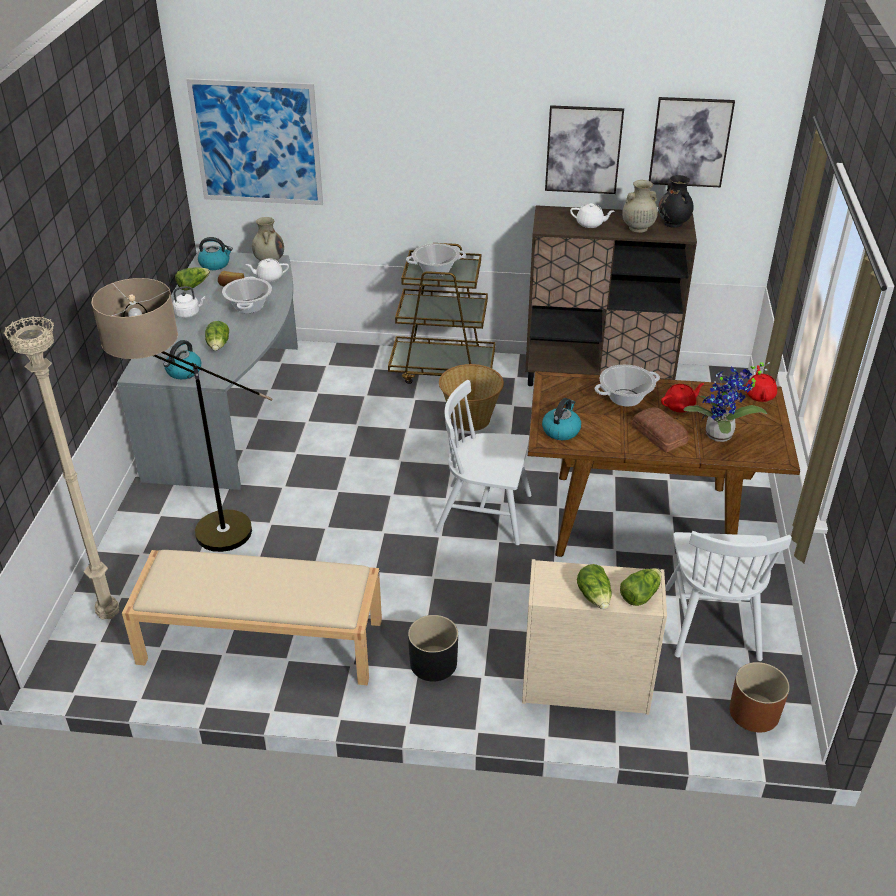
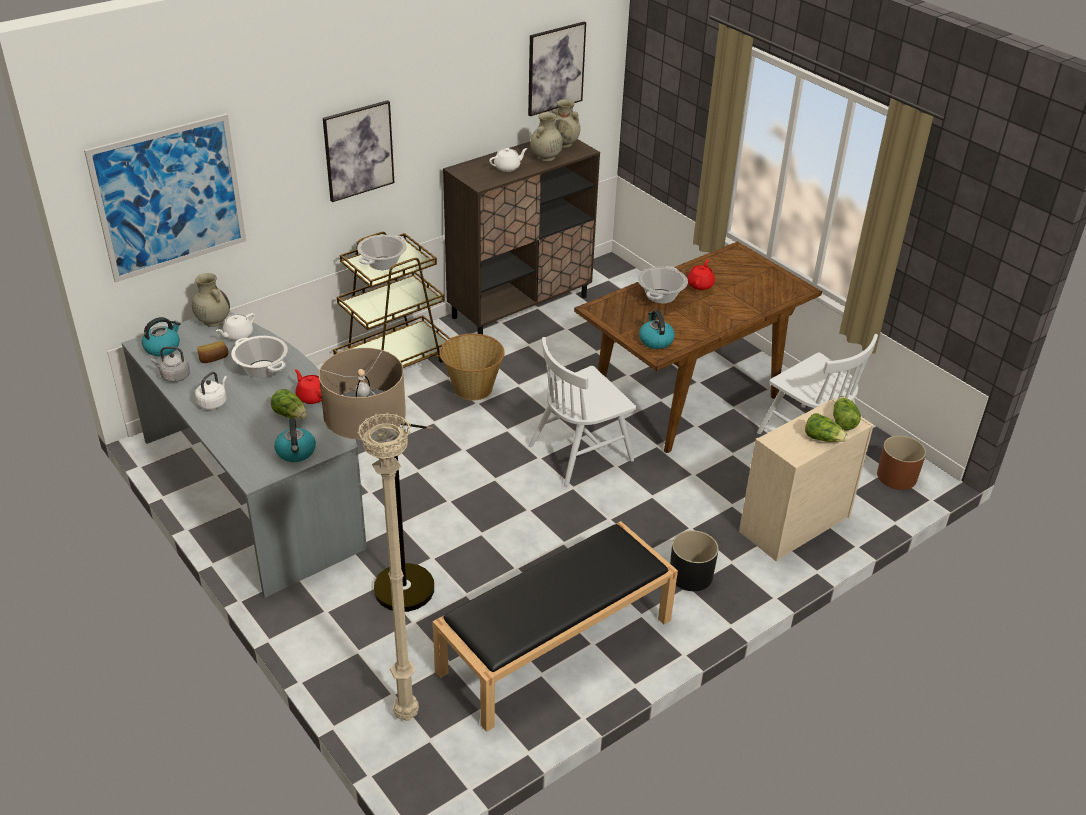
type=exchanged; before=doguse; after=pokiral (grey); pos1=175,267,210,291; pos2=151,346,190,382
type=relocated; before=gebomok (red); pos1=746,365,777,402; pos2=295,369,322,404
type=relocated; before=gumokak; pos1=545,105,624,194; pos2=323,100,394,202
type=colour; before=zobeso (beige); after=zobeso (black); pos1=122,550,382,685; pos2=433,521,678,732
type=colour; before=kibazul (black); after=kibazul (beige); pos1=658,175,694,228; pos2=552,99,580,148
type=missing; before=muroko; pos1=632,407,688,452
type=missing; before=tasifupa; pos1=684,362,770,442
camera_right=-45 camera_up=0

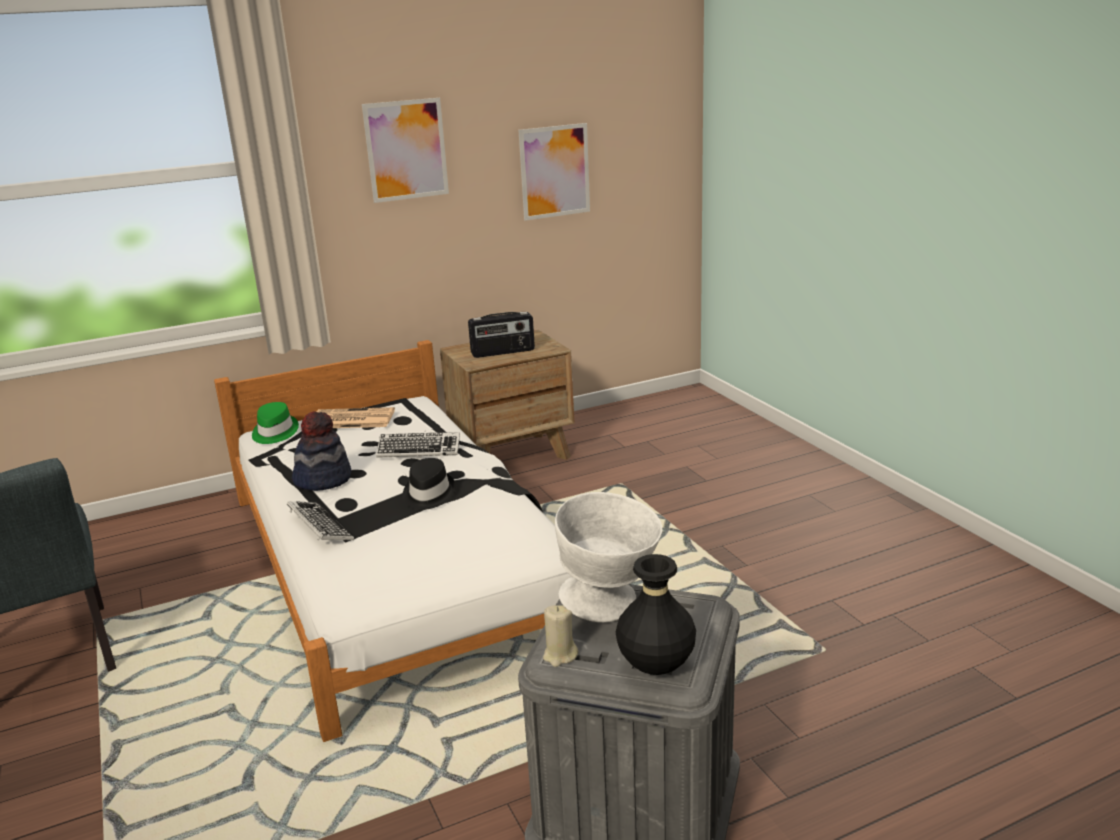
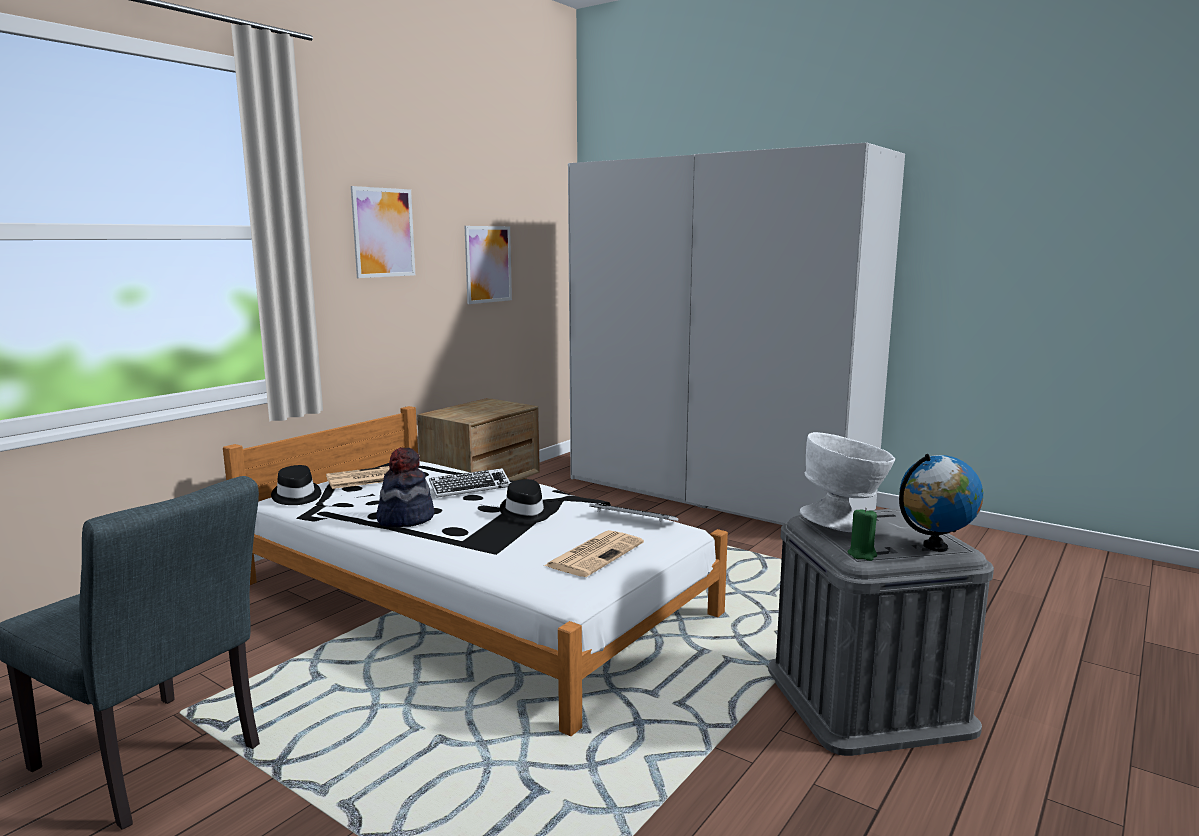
type=colour; before=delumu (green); after=delumu (black); pos1=252,402,299,444; pos2=271,465,321,505
type=appeared; after=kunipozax; pos2=544,530,644,577
type=appeared; after=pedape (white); pos2=568,142,905,525
type=relocated; before=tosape; pos1=287,501,354,540; pos2=589,503,679,522
type=colour; before=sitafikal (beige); after=sitafikal (green); pos1=543,605,578,667; pos2=847,508,877,561
type=exchanged; before=kibazul (black); after=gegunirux; pos1=616,554,696,675; pos2=899,454,983,552
type=missing; before=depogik; pos1=468,312,535,358
camera_right=-30 camera_up=-10

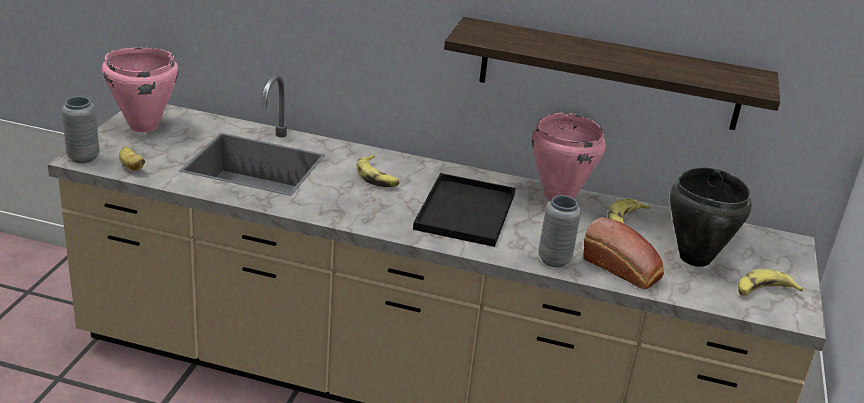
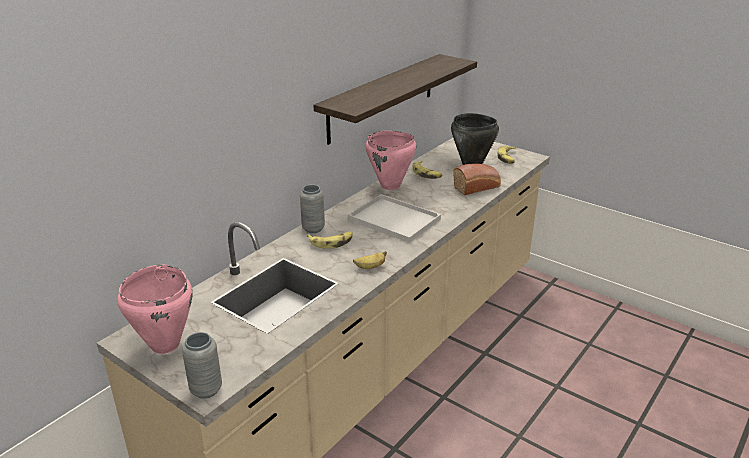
type=relocated; before=kibazul (grey); pos1=538,195,581,267; pos2=300,185,325,233
type=colour; before=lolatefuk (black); after=lolatefuk (white); pos1=413,173,516,247; pos2=348,194,441,243
type=relocated; before=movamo; pos1=119,146,145,171; pos2=353,251,387,269
camera_right=-65 camera_up=0

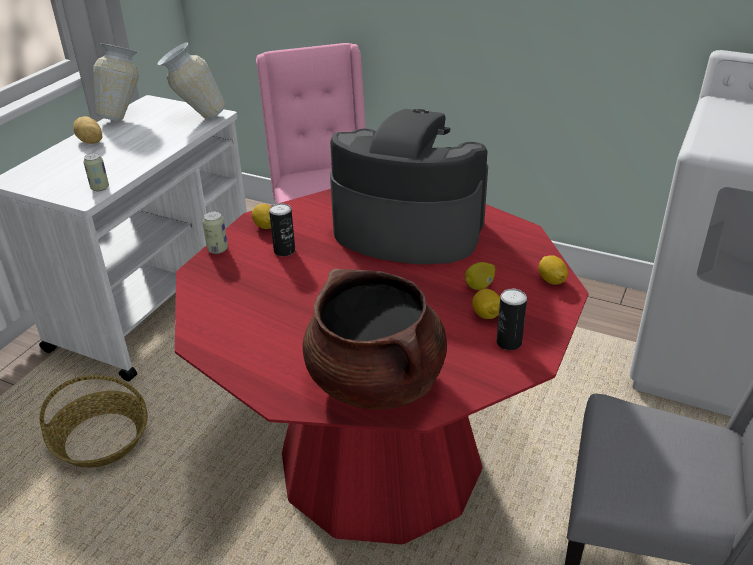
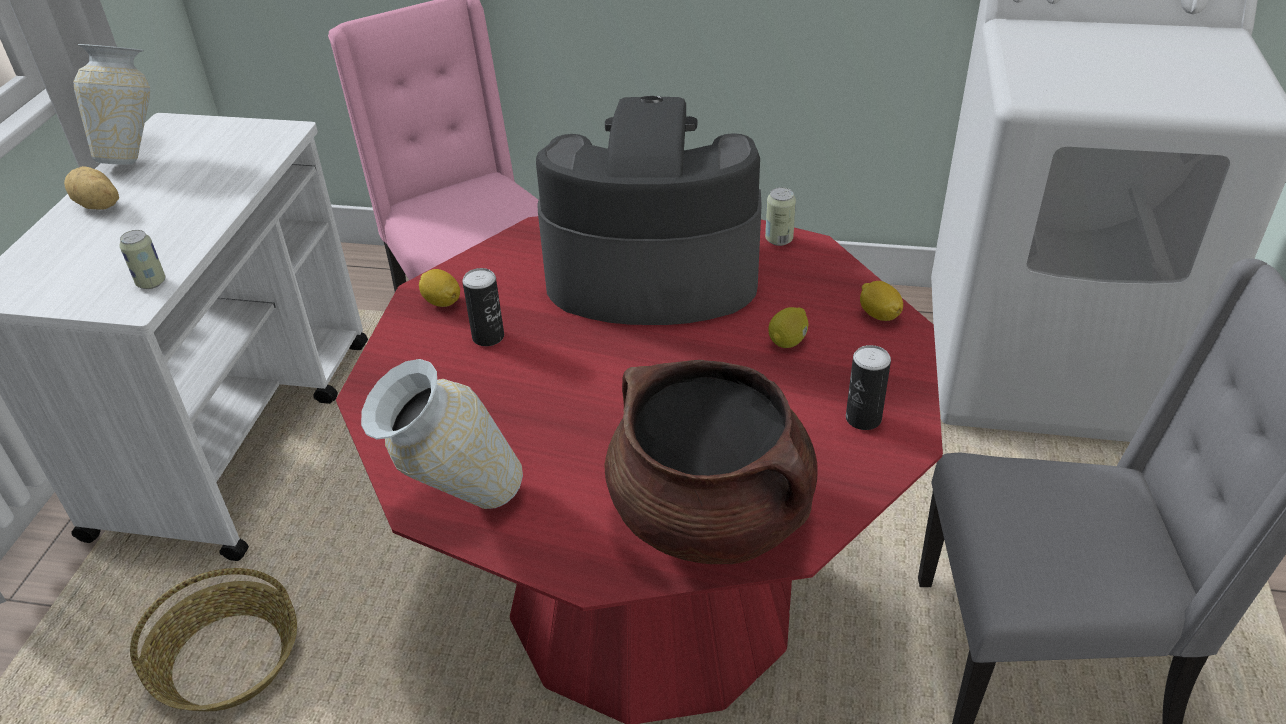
type=relocated; before=kibazul; pos1=157,43,225,119; pos2=361,359,523,509
type=relocated; before=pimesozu; pos1=202,211,228,254; pos2=765,187,796,246
type=missing; before=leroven; pos1=472,289,500,319
camera_right=-15 camera_up=5

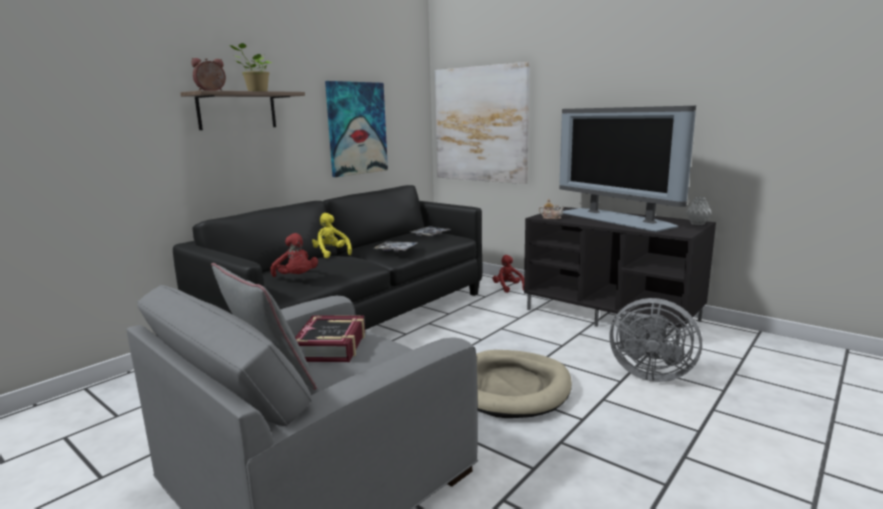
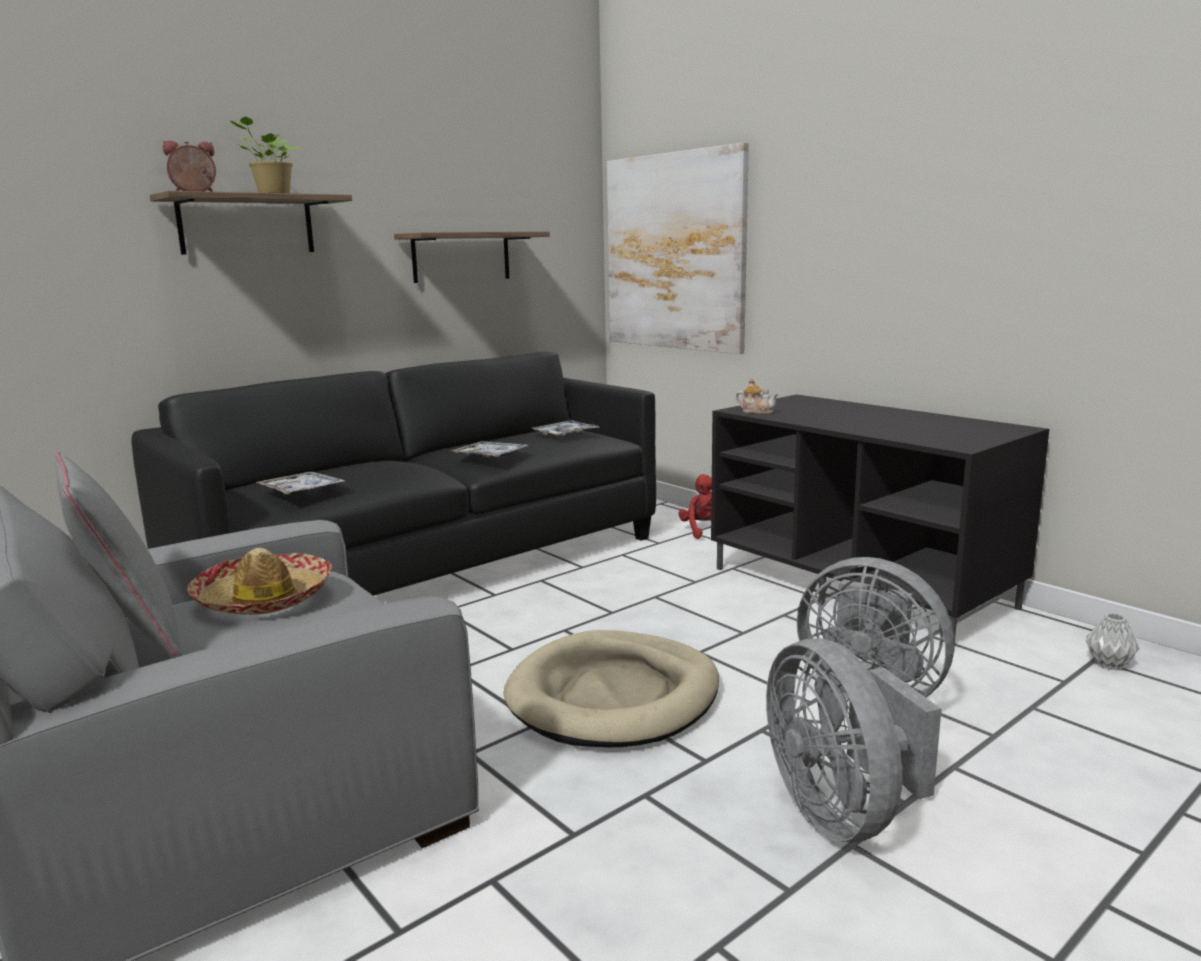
type=exchanged; before=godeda; after=delumu; pos1=295,315,365,362; pos2=187,548,332,615
type=exchanged; before=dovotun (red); after=lolatefuk; pos1=270,233,318,277; pos2=255,472,345,495
type=exchanged; before=gumokak; after=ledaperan; pos1=325,81,388,177; pos2=394,232,550,283
type=appeared; after=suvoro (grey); pos2=766,638,941,842
type=relocated; before=kibazul (grey); pos1=686,197,712,225; pos2=1086,613,1139,670
type=missing; before=dovotun (yellow); pos1=312,213,352,258
type=missing; before=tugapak; pos1=559,106,696,232
camera_right=10 camera_up=0

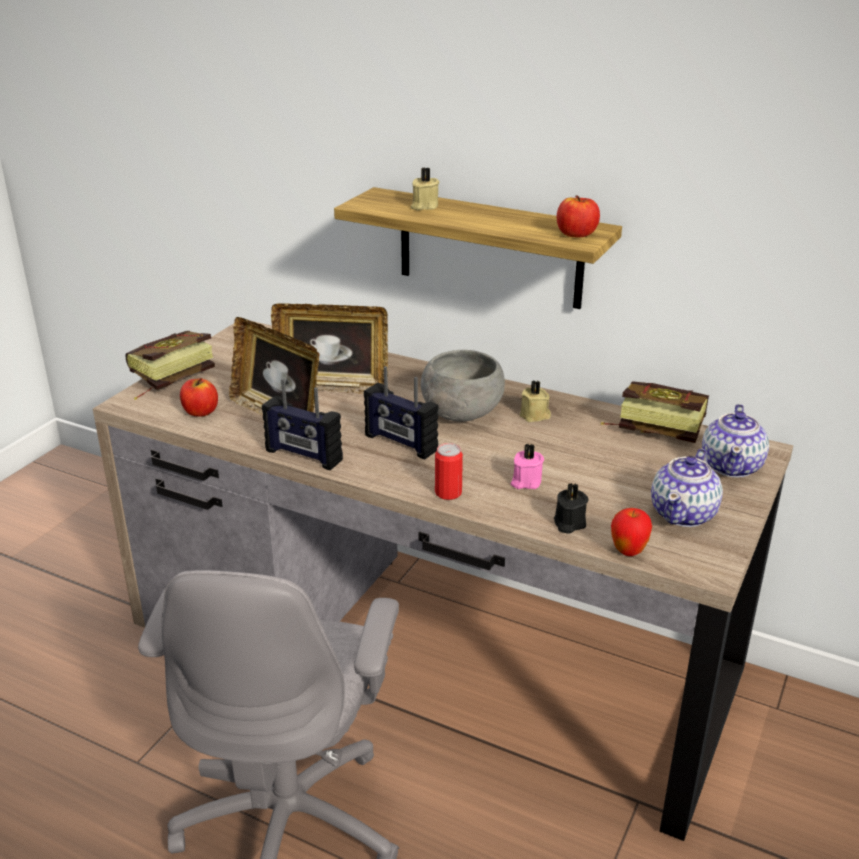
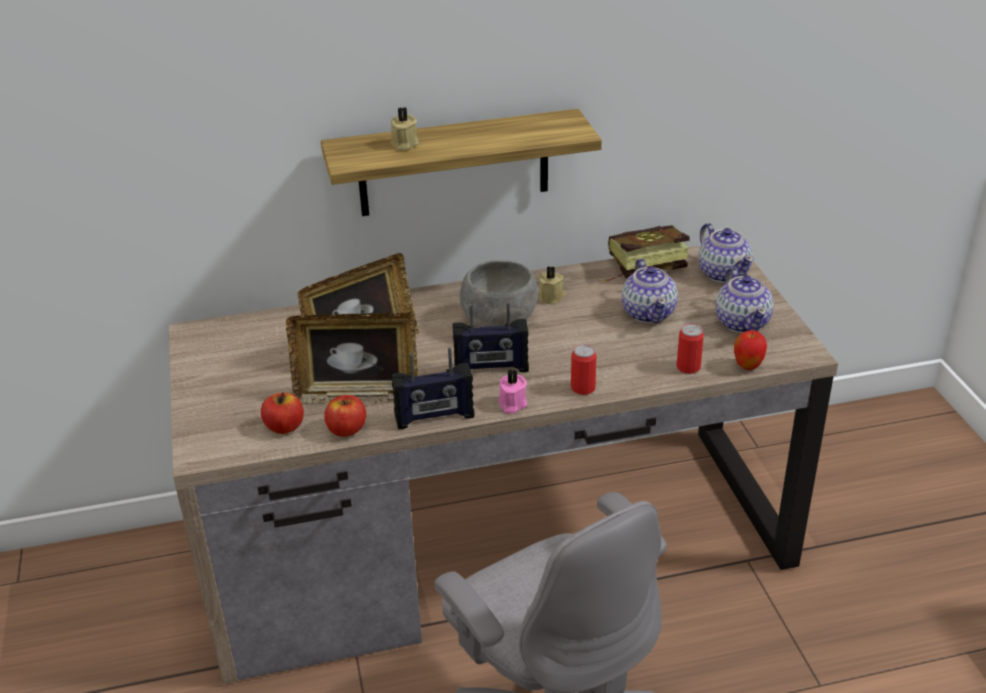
type=relocated; before=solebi; pos1=557,195,600,237; pos2=324,395,366,437
type=relocated; before=sitafikal (pink); pos1=511,444,544,489; pos2=498,369,527,414
type=appeared; after=gebomok; pos2=622,259,678,323
type=exchanged; before=sitafikal (black); after=pimesozu; pos1=554,483,589,534; pos2=677,324,704,374
type=missing; before=godeda; pos1=125,331,215,400
camera_right=-40 camera_up=5

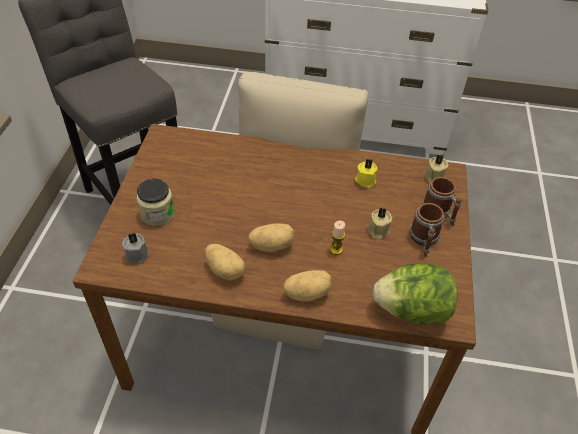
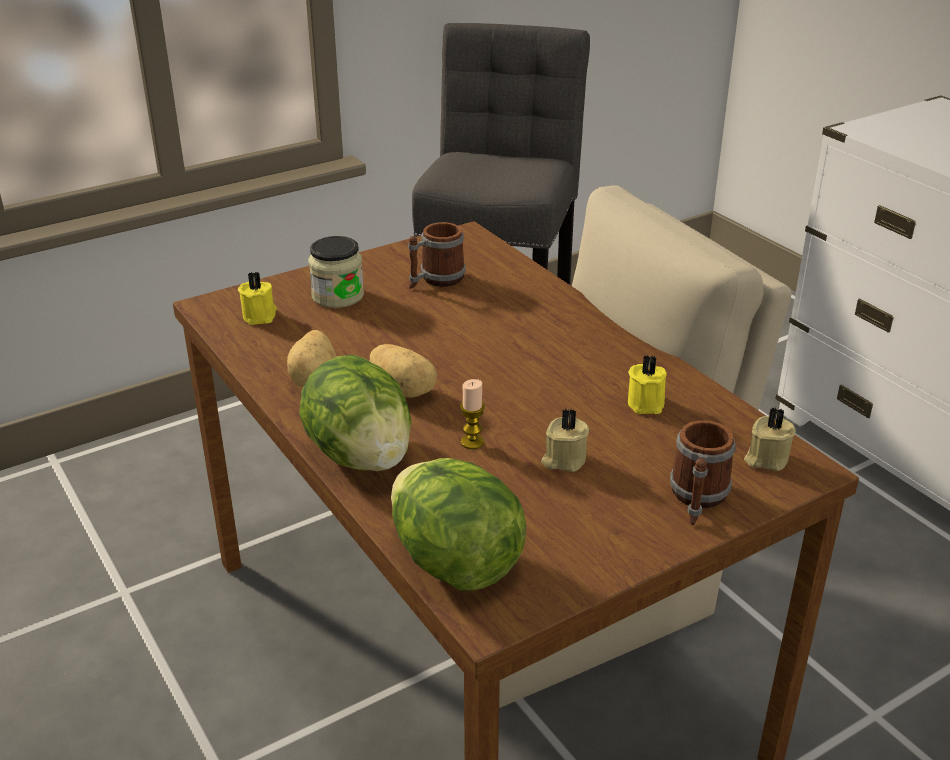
type=colour; before=sitafikal (grey); after=sitafikal (yellow); pos1=122,232,150,264; pos2=238,271,277,325
type=exchanged; before=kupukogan; after=doguse; pos1=283,270,332,302; pos2=299,355,411,471
type=relocated; before=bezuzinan; pos1=410,203,445,257; pos2=408,222,466,289
camera_right=50 camera_up=-15

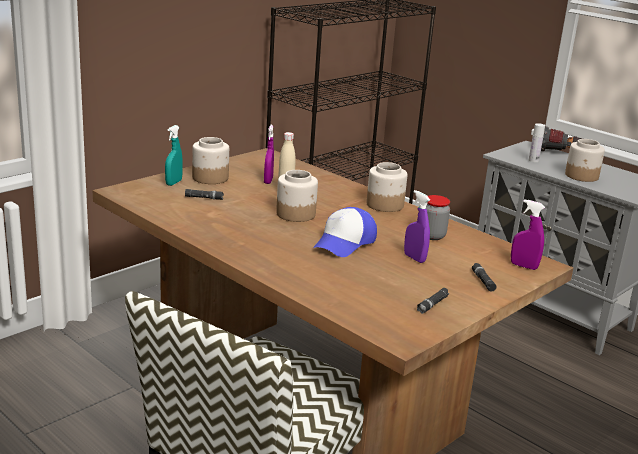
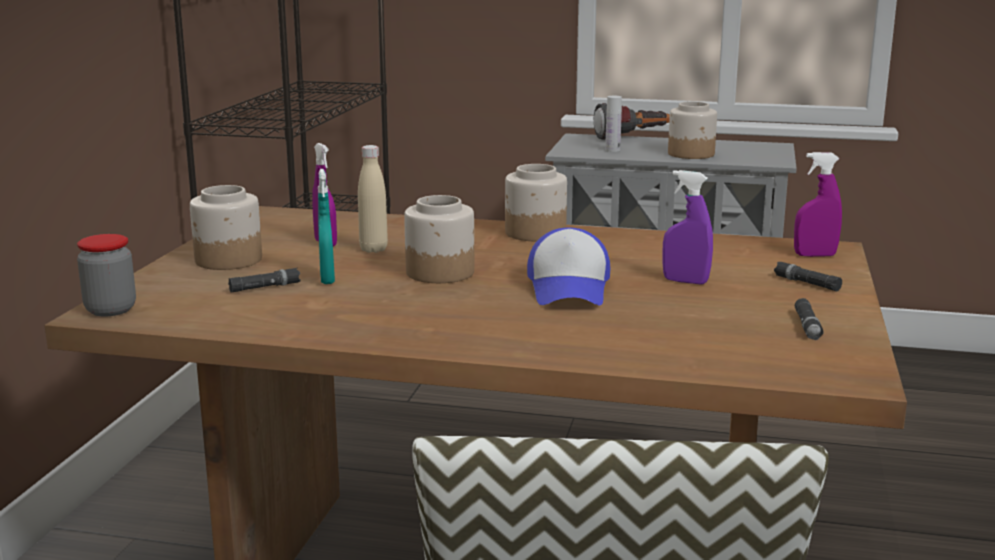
type=relocated; before=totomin; pos1=426,195,450,240; pos2=77,234,136,317
type=relocated; before=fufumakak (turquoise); pos1=165,125,183,186; pos2=318,169,335,284
camera_right=-30 camera_up=-5

